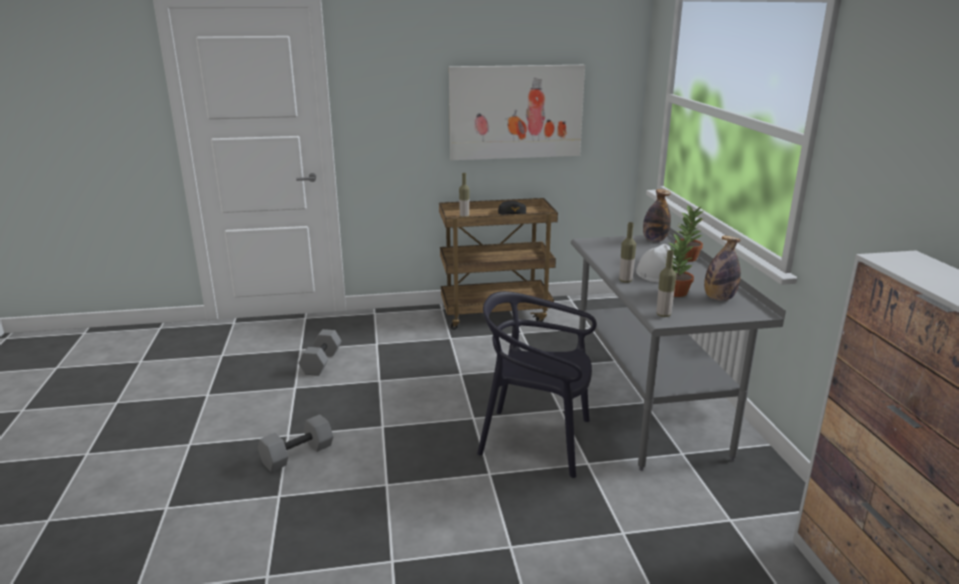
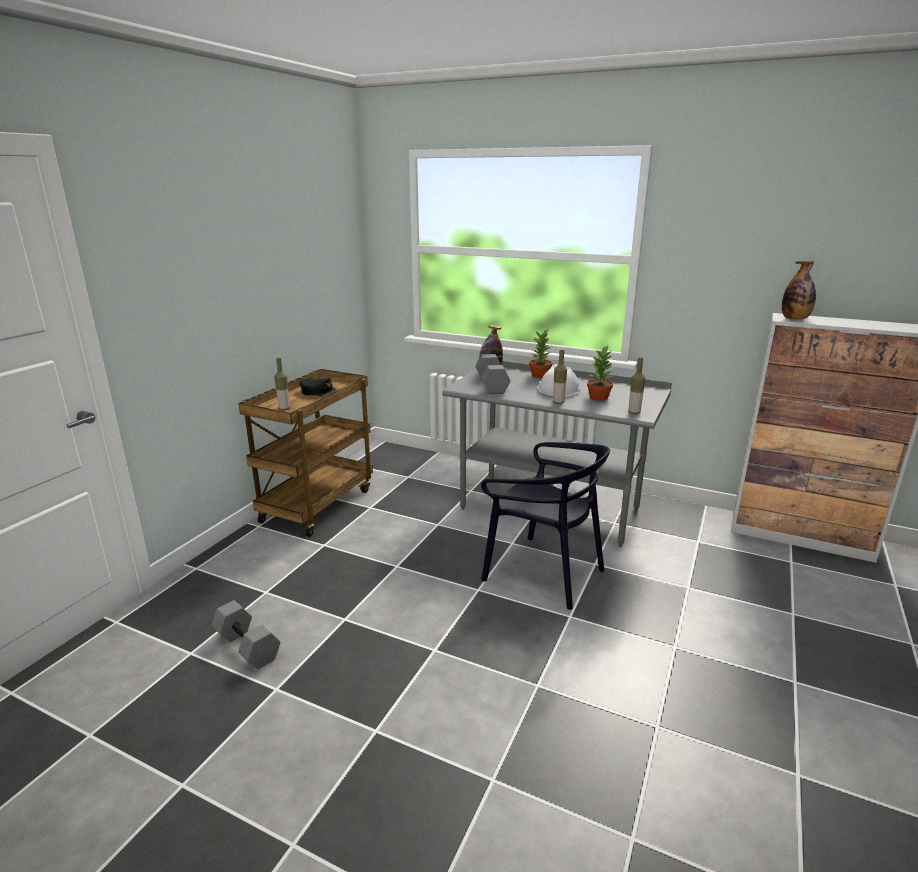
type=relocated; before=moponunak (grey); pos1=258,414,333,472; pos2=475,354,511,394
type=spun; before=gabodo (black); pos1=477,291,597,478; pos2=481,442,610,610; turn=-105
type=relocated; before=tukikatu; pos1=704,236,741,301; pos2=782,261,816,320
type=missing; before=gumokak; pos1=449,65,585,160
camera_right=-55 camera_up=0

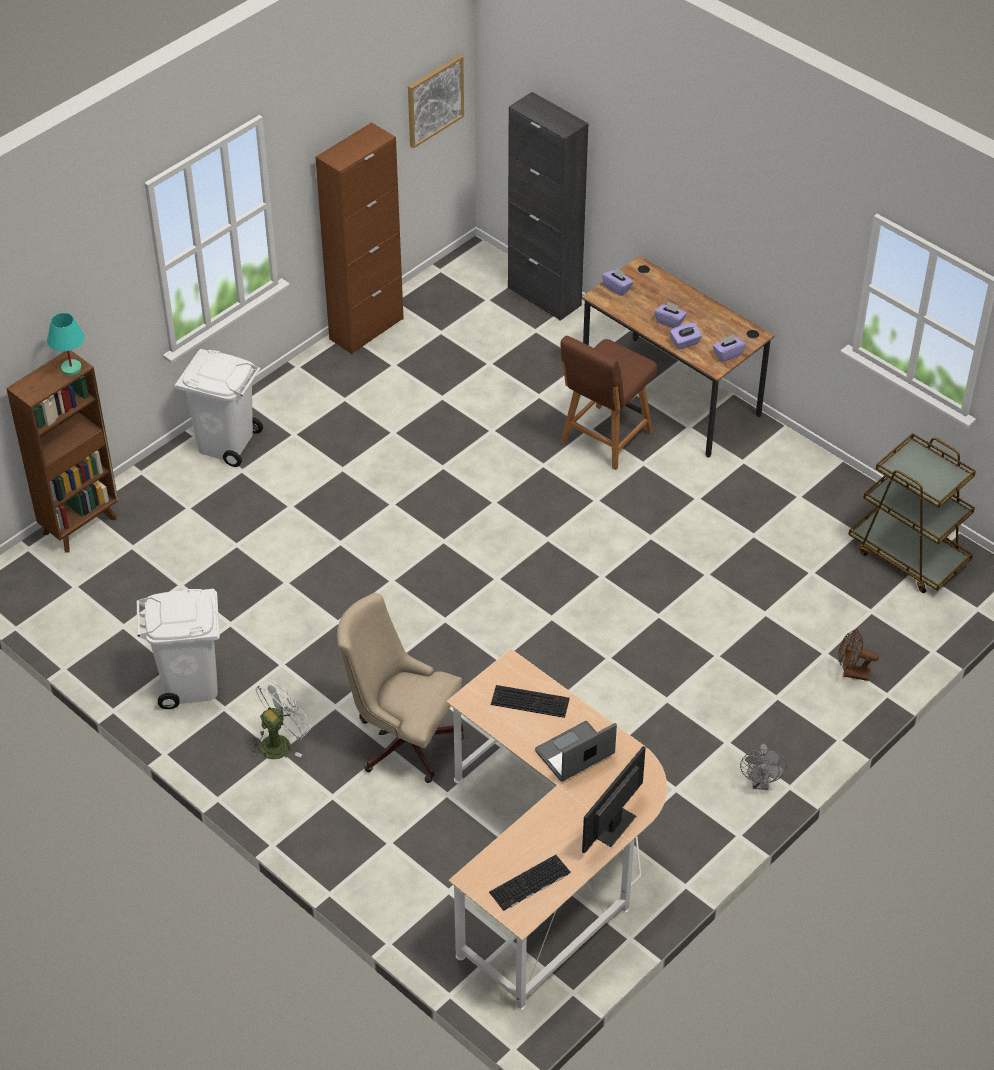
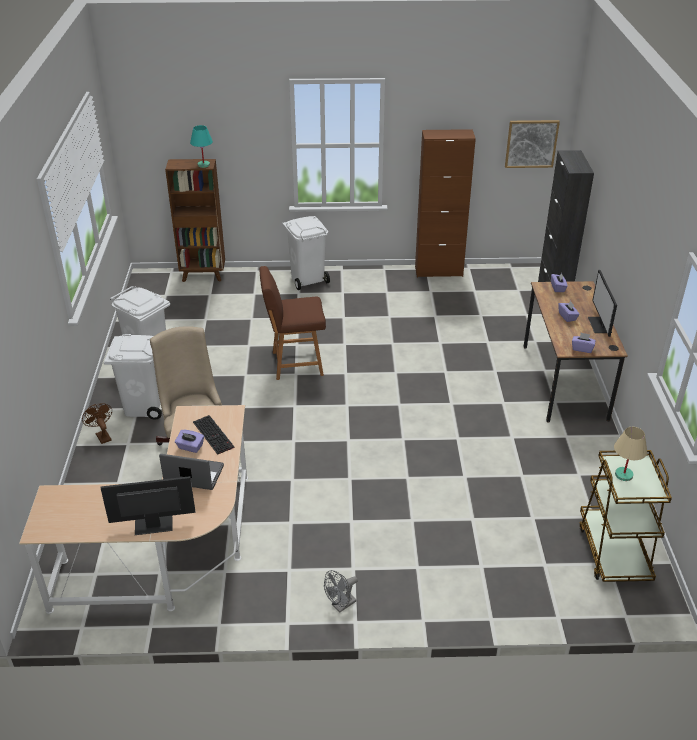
type=relocated; before=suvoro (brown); pos1=838,629,879,681; pos2=82,403,112,444
type=exchanged; before=suvoro (white); after=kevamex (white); pos1=251,680,311,759; pos2=104,334,162,420
type=relocated; before=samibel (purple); pos1=670,323,702,349; pos2=175,430,204,453
type=relocated; before=gabodo (brown); pos1=561,336,658,470; pos2=259,266,326,380
type=appeared; after=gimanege; pos2=588,270,617,337
type=appeared; after=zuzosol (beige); pos2=614,427,647,481
type=missing; before=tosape; pos1=489,855,571,911
camera_right=45 camera_up=-10

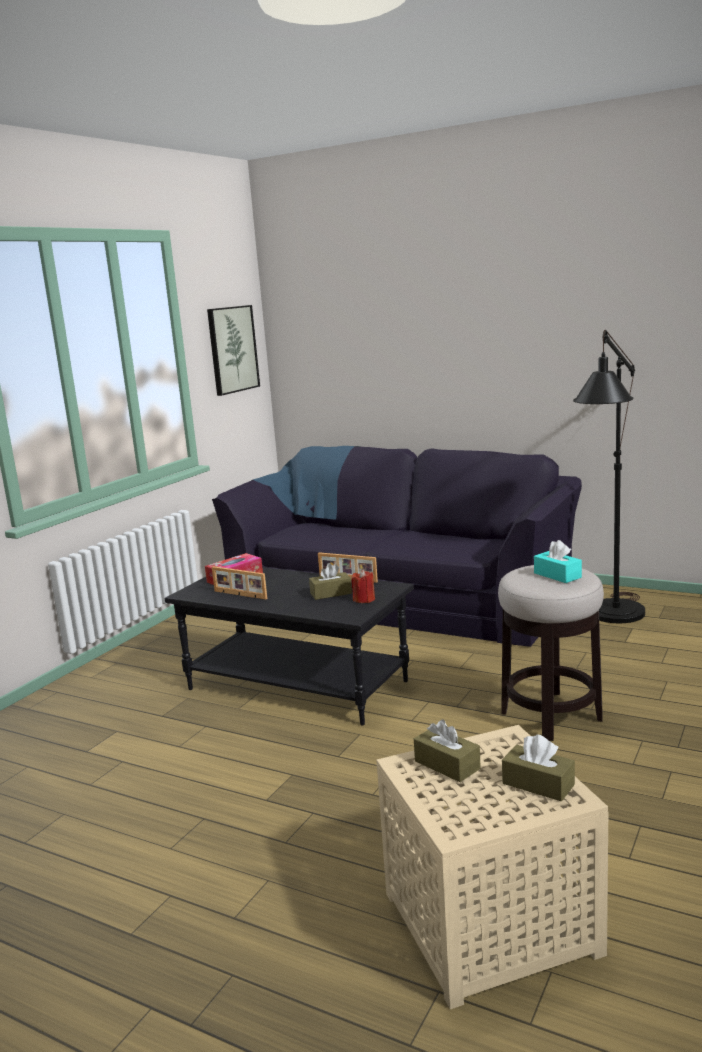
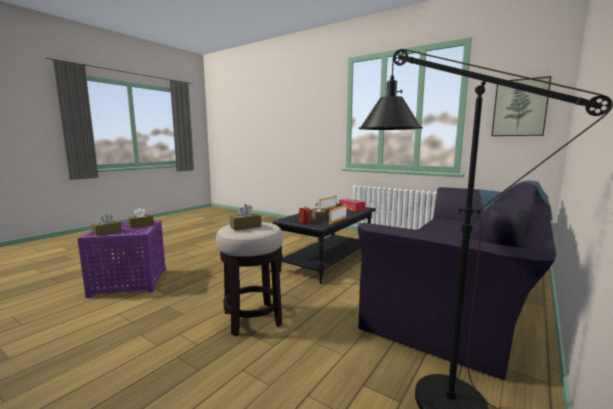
type=colour; before=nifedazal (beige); after=nifedazal (purple); pos1=376,725,608,1009; pos2=78,220,166,298
type=colour; before=samibel (turquoise); after=samibel (brown); pos1=534,540,582,583; pos2=230,204,262,231
camera_right=95 camera_up=-5

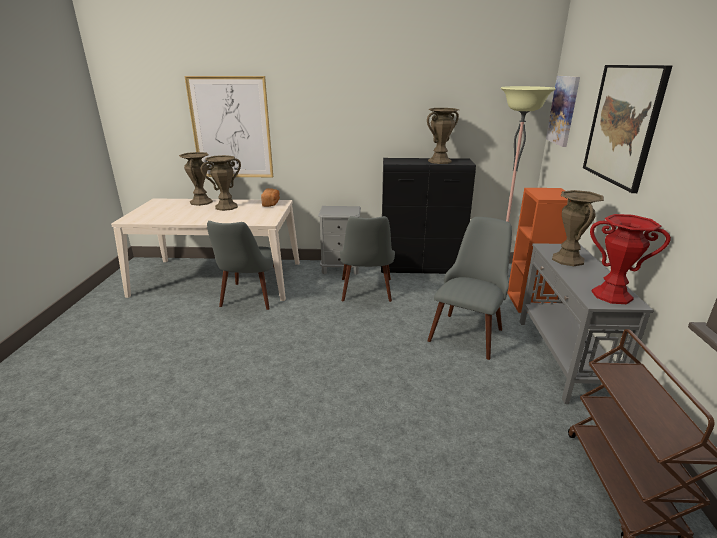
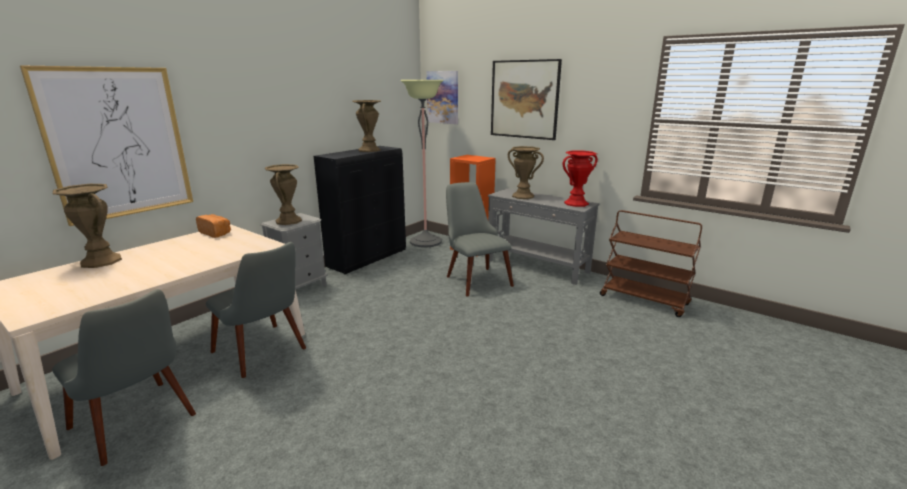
type=relocated; before=gabodo (grey); pos1=340,216,395,302; pos2=52,289,196,466
type=relocated; before=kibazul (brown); pos1=201,155,241,211; pos2=265,164,302,225
camera_right=-55 camera_up=-5

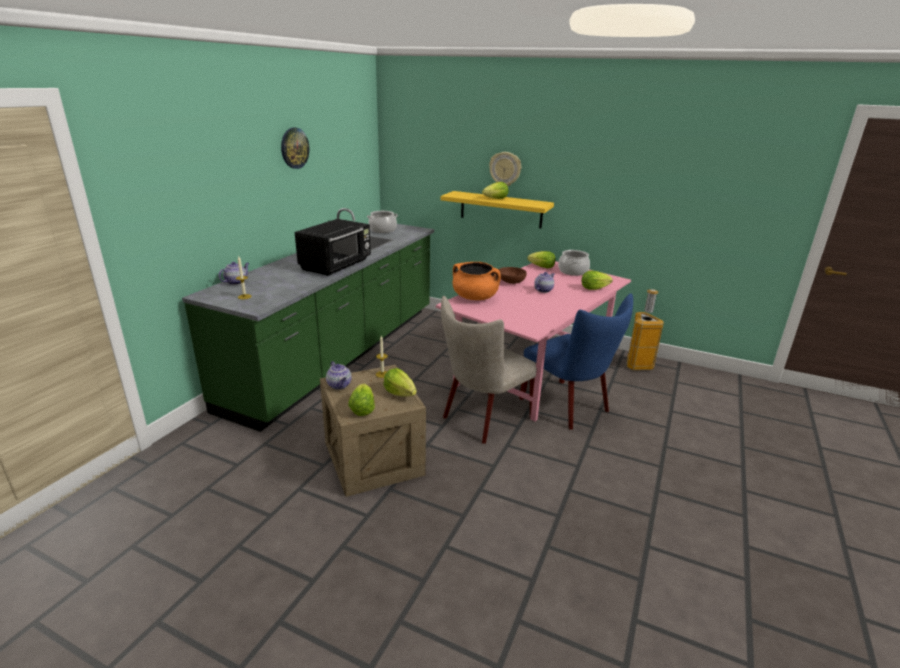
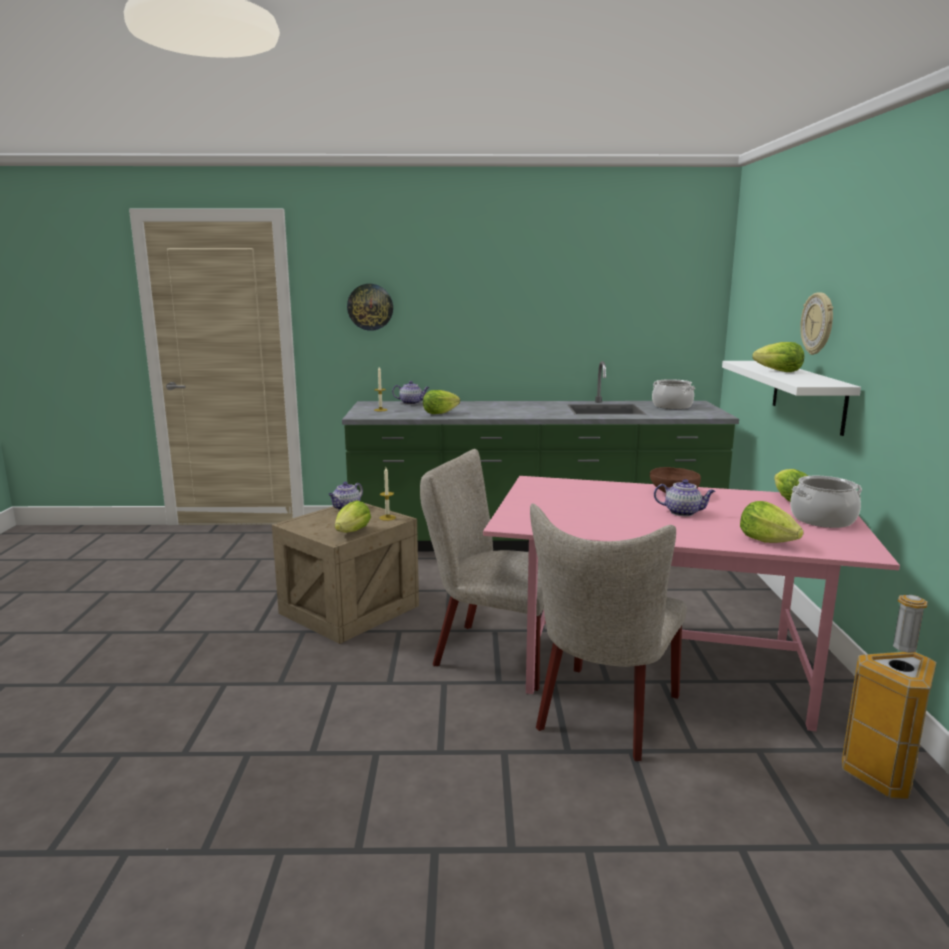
type=relocated; before=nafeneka; pos1=281,128,310,169; pos2=347,284,393,331
type=relocated; before=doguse; pos1=348,384,375,416; pos2=423,390,460,414
type=colour; before=gabodo (blue); after=gabodo (beige); pos1=519,293,633,429; pos2=530,504,687,761
type=colour; before=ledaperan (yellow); after=ledaperan (white); pos1=440,191,554,228; pos2=722,361,861,436
type=missing; before=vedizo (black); pos1=295,219,371,276
type=missing; before=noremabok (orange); pos1=452,262,501,300
camera_right=65 camera_up=-10

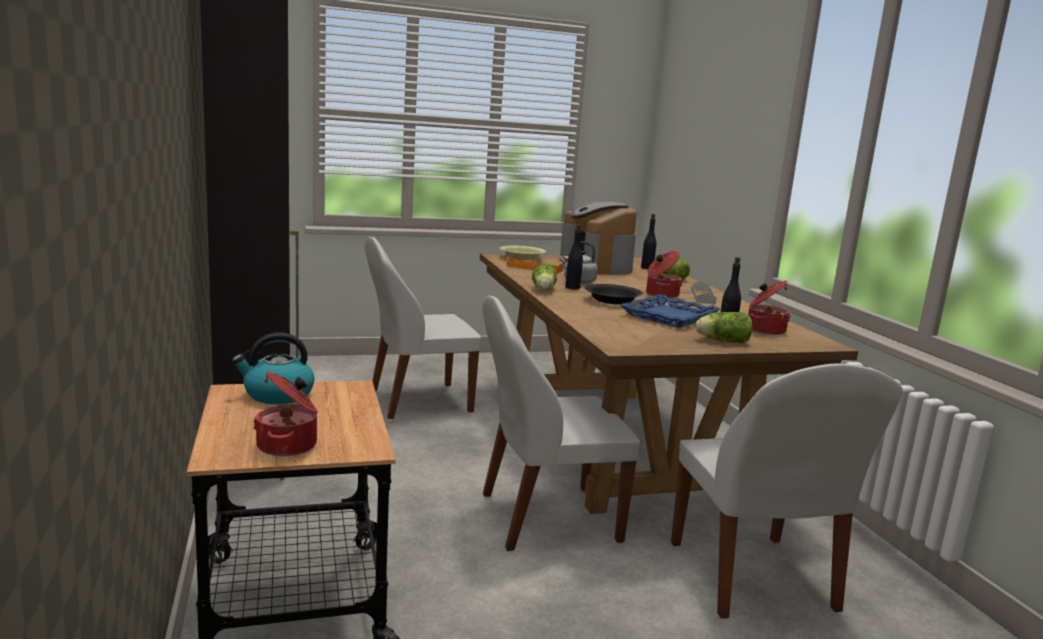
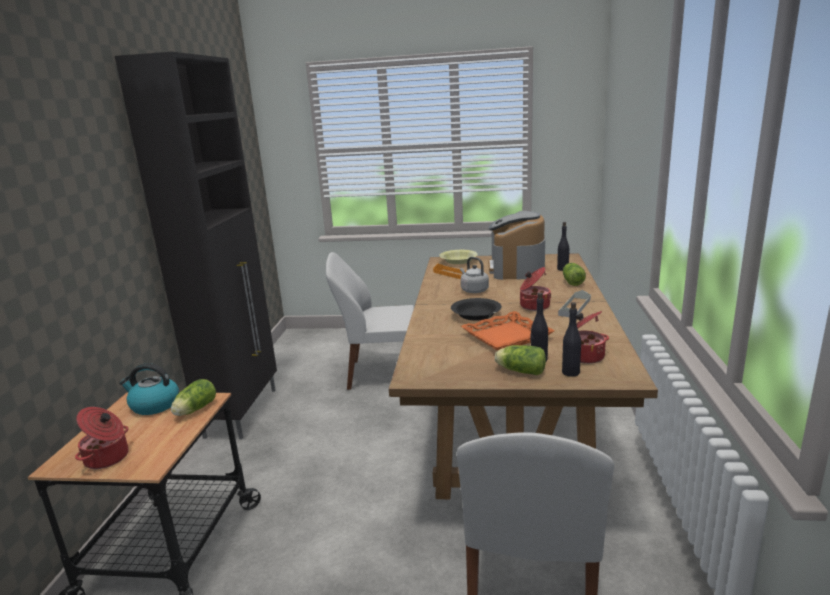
type=relocated; before=doguse; pos1=532,263,557,291; pos2=171,379,216,416
type=colour; before=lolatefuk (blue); after=lolatefuk (orange); pos1=621,294,720,328; pos2=461,311,555,351
type=relocated; before=tukikatu (black); pos1=565,224,583,289; pos2=562,302,581,377
type=missing; before=gabodo (white); pos1=482,296,640,551
camera_right=25 camera_up=5

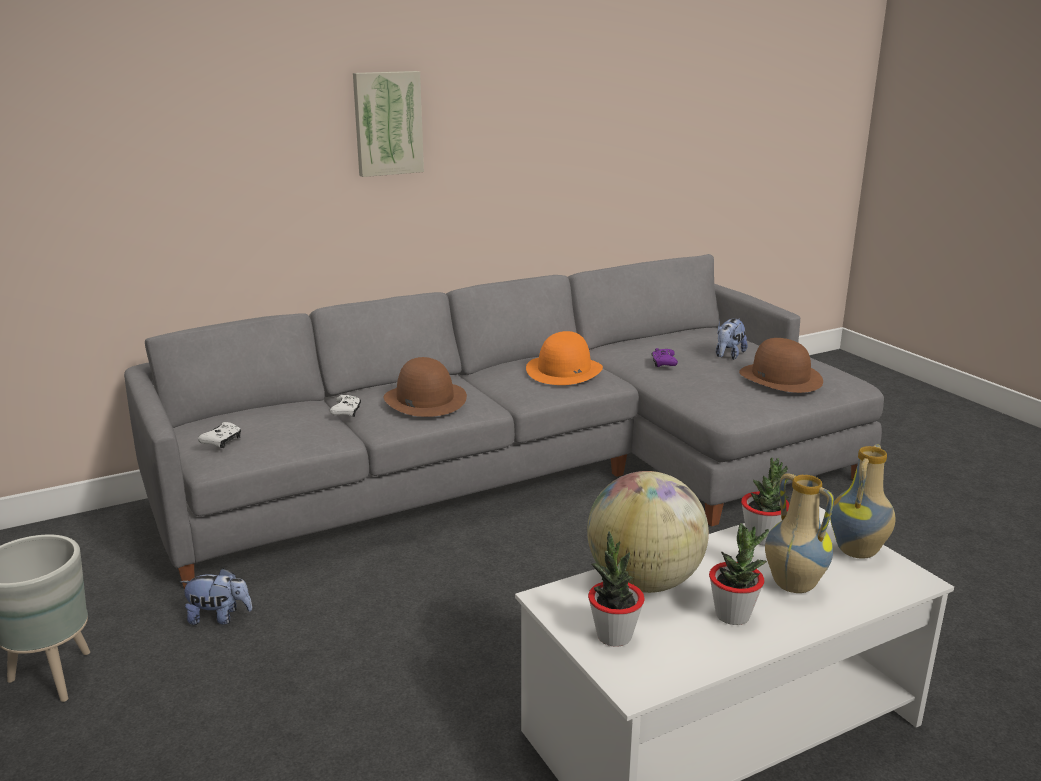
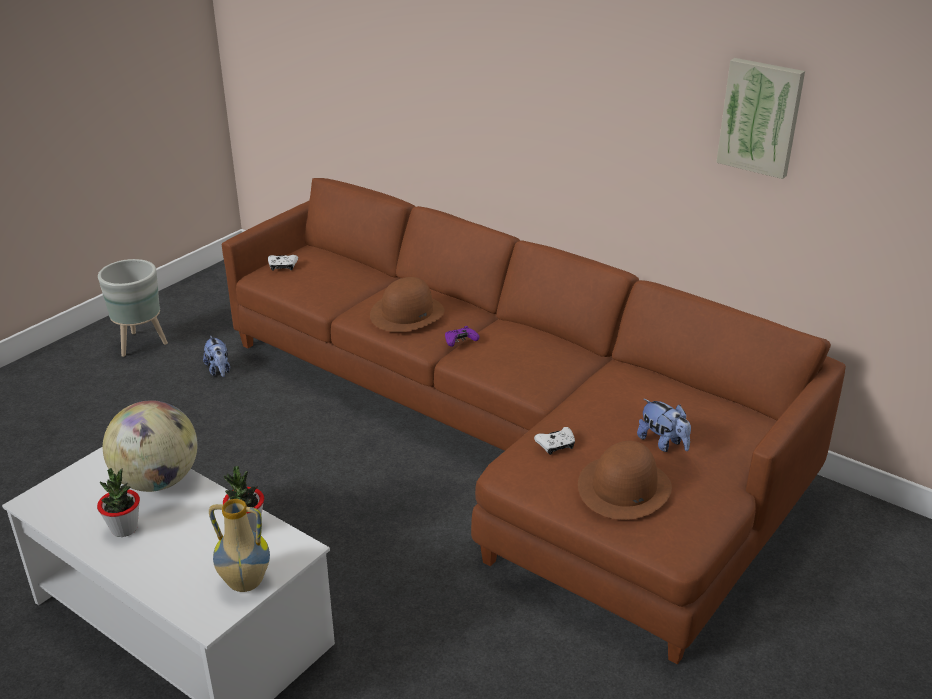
type=colour; before=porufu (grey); after=porufu (brown); pos1=124,254,884,589; pos2=222,178,846,665
type=relocated; before=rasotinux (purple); pos1=651,348,678,367; pos2=445,326,479,347
type=relocated; before=rasotinux (white); pos1=329,395,361,417; pos2=534,427,575,455
type=spun; before=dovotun; pos1=716,318,748,360; pos2=637,399,691,452; turn=-135
type=relocated; before=gumokak; pos1=353,71,424,177; pos2=716,58,805,179
type=missing; before=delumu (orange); pos1=526,331,603,385
type=missing; before=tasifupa; pos1=588,531,644,647
type=missing; before=kibazul; pos1=765,473,834,593
camera_right=65 camera_up=10

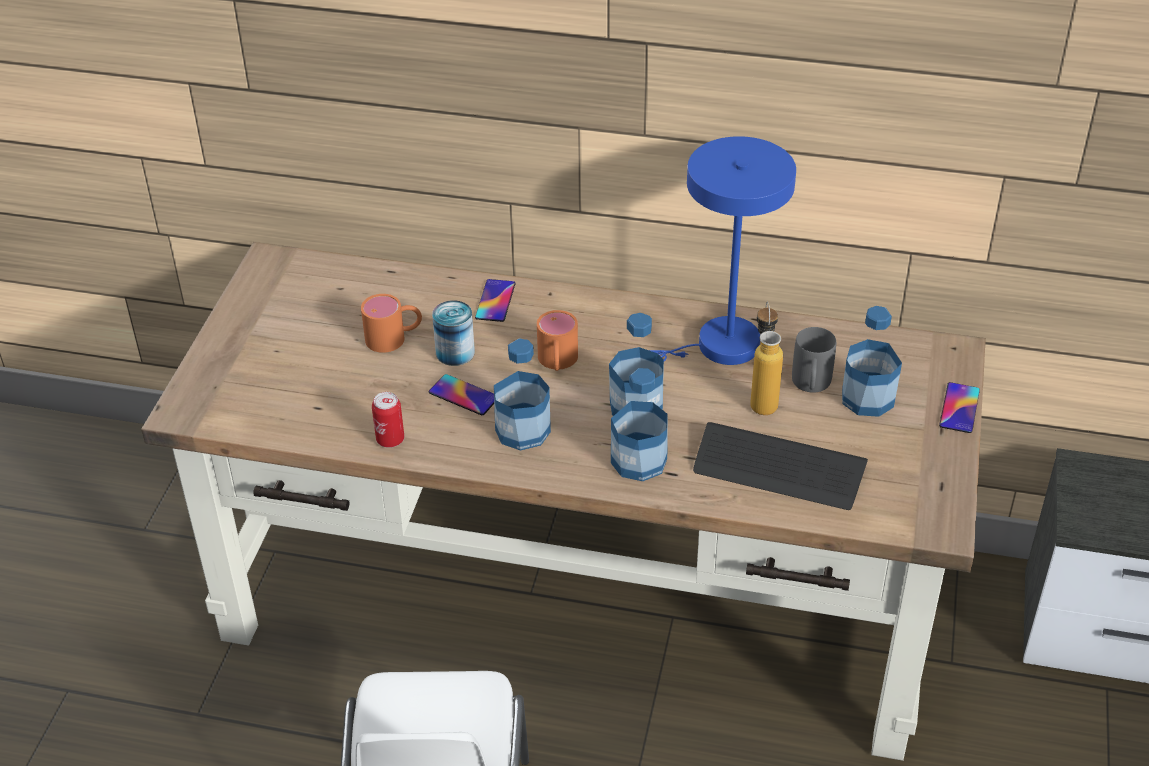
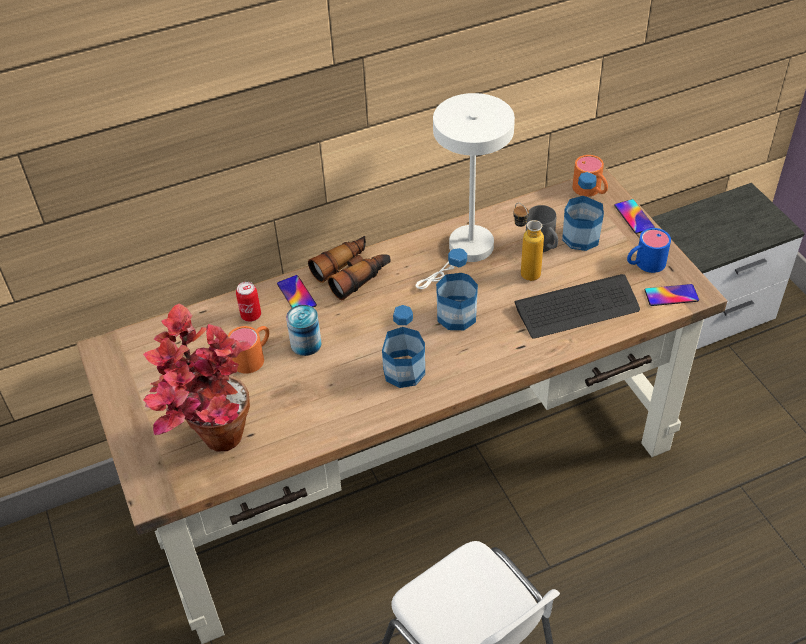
type=appeared; after=tasifupa; pos2=143,304,253,451
type=relocated; before=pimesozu; pos1=372,392,404,448; pos2=236,282,261,322
type=appeared; after=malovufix; pos2=308,236,391,300
type=colour; before=zuzosol (blue); after=zuzosol (white); pos1=649,136,796,365; pos2=415,93,515,289
type=relocated; before=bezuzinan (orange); pos1=537,310,578,371; pos2=572,155,608,197
type=appeared; after=bezuzinan (blue); pos2=627,228,671,273
type=relocated; before=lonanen; pos1=429,374,494,415; pos2=645,284,699,306
type=missing; before=tukikatu; pos1=611,368,668,481
camera_right=-35 camera_up=5

